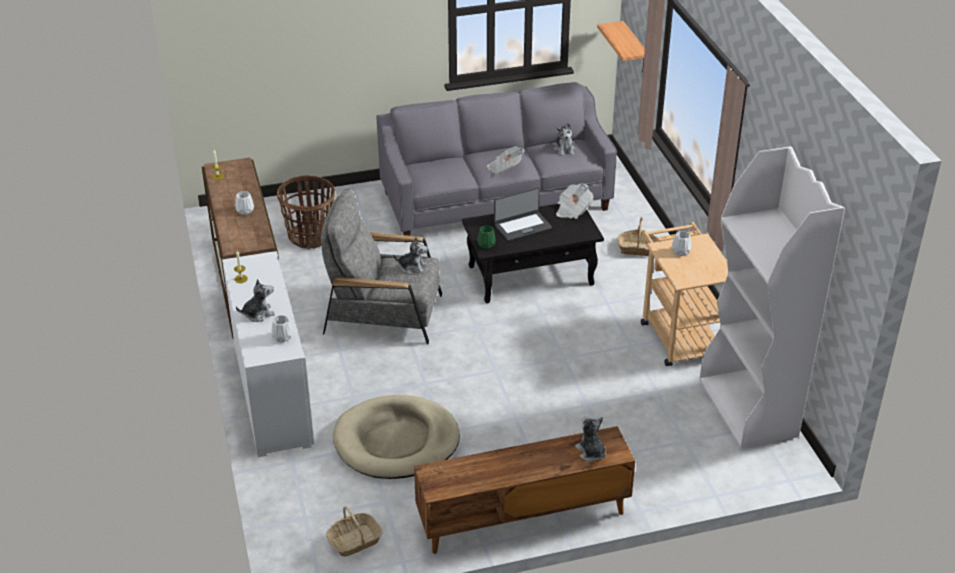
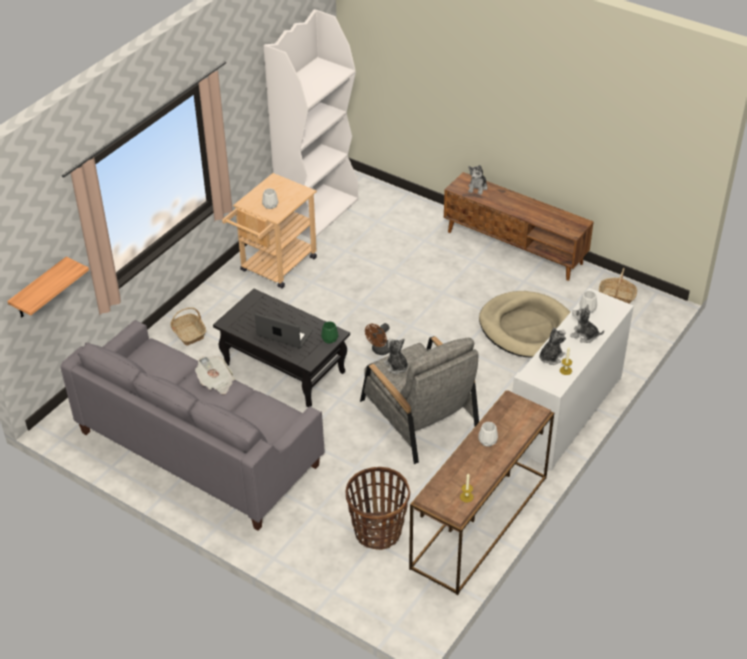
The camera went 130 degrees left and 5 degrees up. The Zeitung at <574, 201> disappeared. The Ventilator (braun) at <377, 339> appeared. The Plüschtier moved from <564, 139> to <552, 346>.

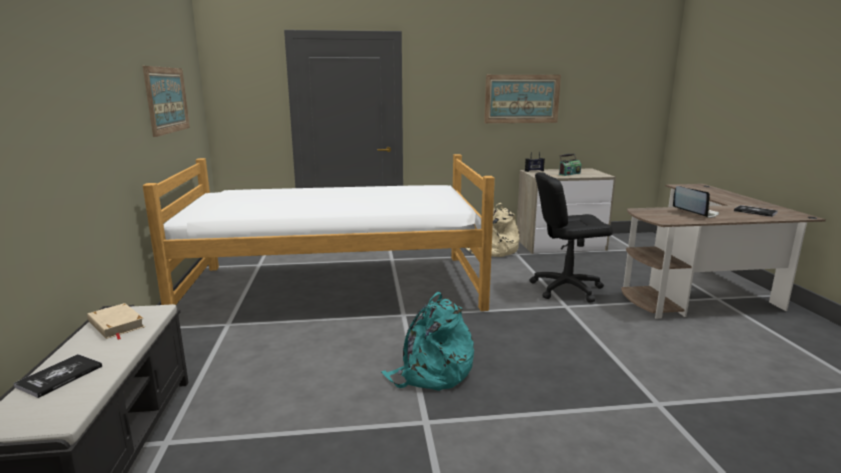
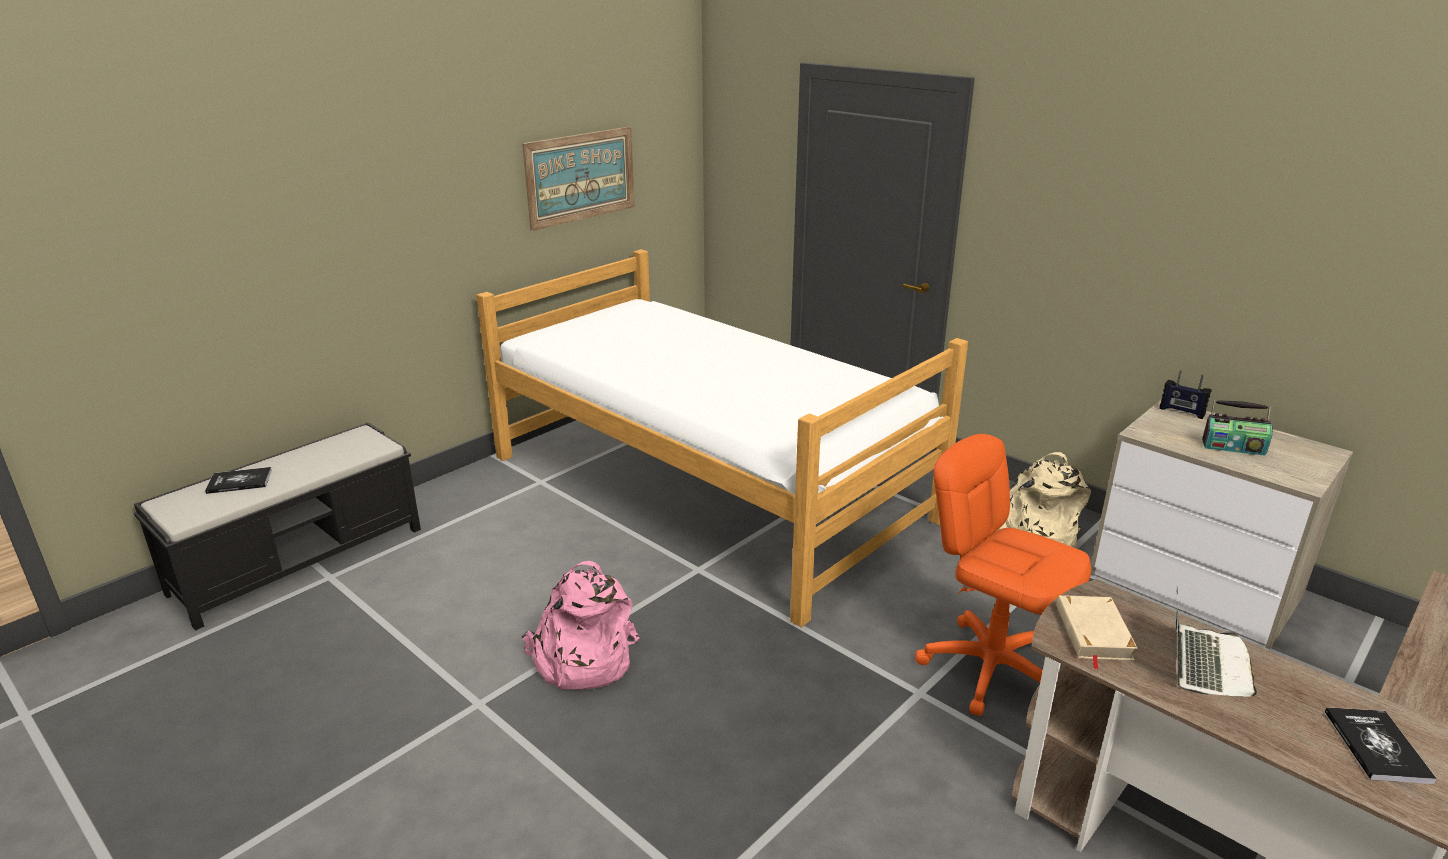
The camera went 50 degrees right and 10 degrees up. The Bild at <522, 99> disappeared. The Buch (beige) moved from <116, 321> to <1097, 632>. The Rucksack (türkis) at <427, 341> became the Rucksack (rosa) at <581, 625>. The Bürostuhl (schwarz) at <571, 237> became the Bürostuhl (orange) at <1003, 575>.

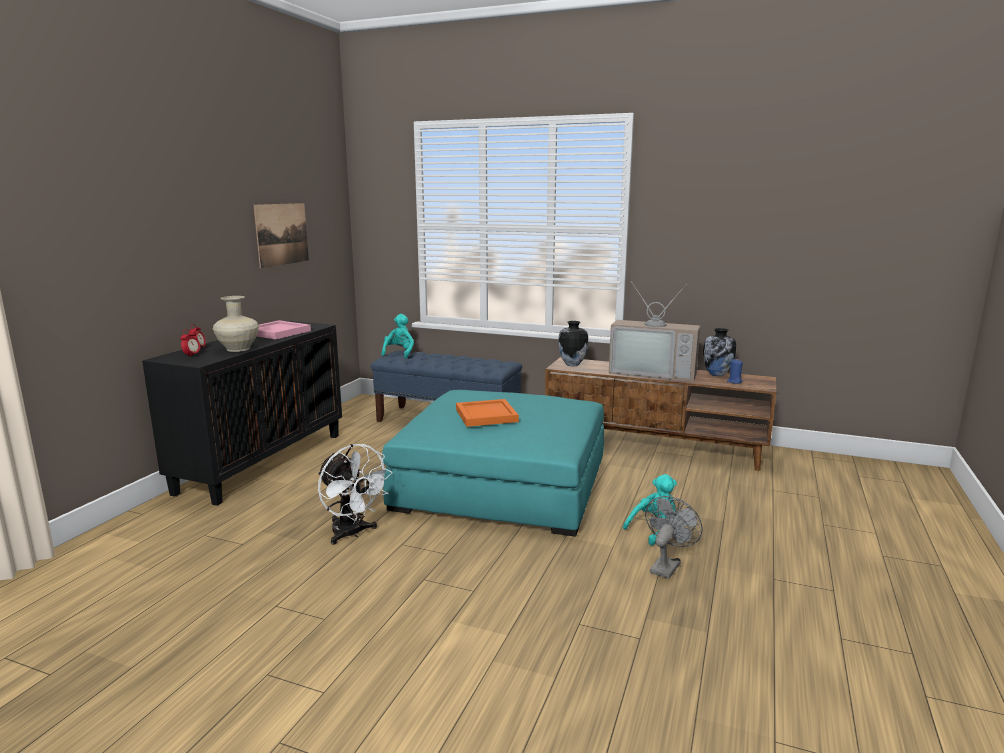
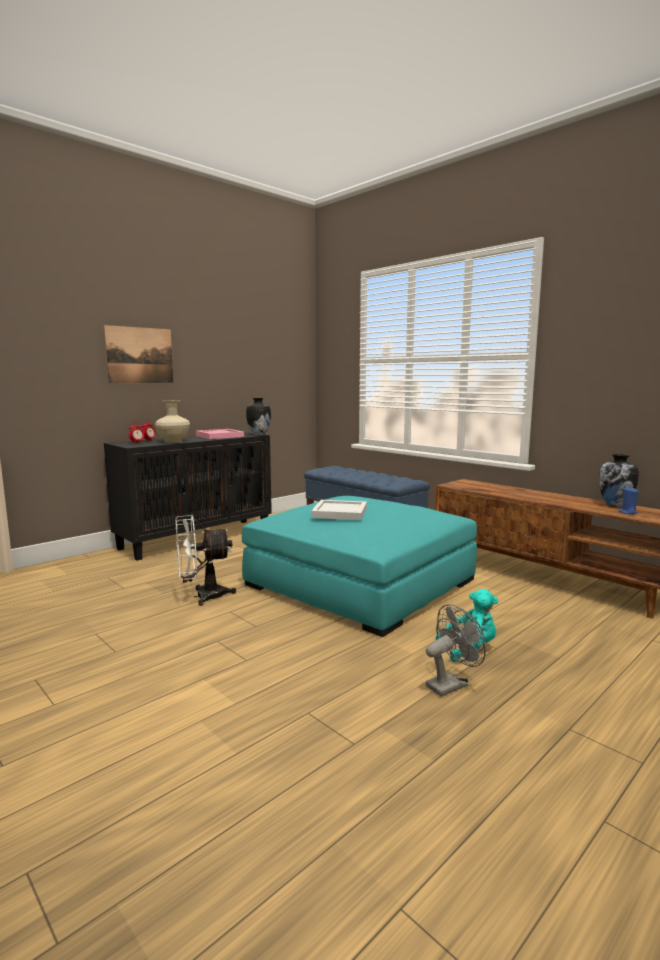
The camera went 25 degrees right and 5 degrees down. The Plüschtier (türkis) at <397, 336> disappeared. The Fernseher at <655, 331> disappeared. The Bild moved from <281, 235> to <138, 354>. The Vase moved from <573, 343> to <258, 416>. The Tablett (orange) at <487, 413> became the Tablett (weiß) at <339, 510>. The Ventilator (weiß) at <355, 494> turned 90 degrees clockwise.

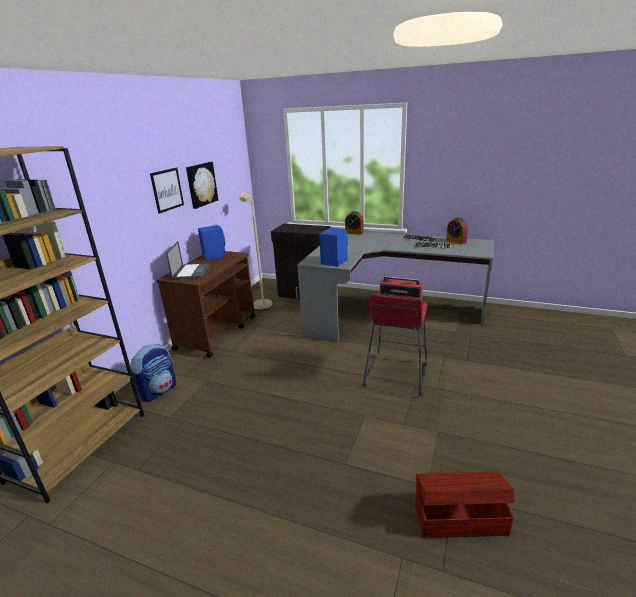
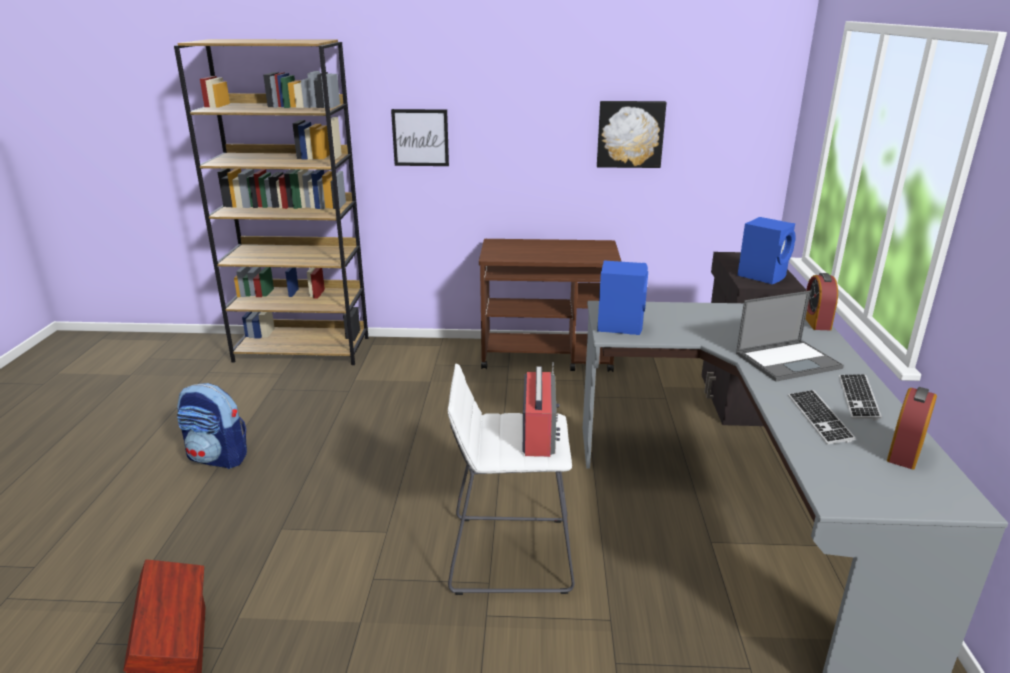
The camera went 70 degrees right and 0 degrees up. The Stehlampe (beige) at <255, 251> disappeared. The Rucksack moved from <153, 373> to <212, 426>. The Bild moved from <167, 191> to <420, 137>. The Laptop moved from <188, 260> to <790, 336>. The Lautsprecher (blau) moved from <212, 242> to <766, 250>. The Hocker (rot) at <395, 344> became the Hocker (weiß) at <511, 479>.

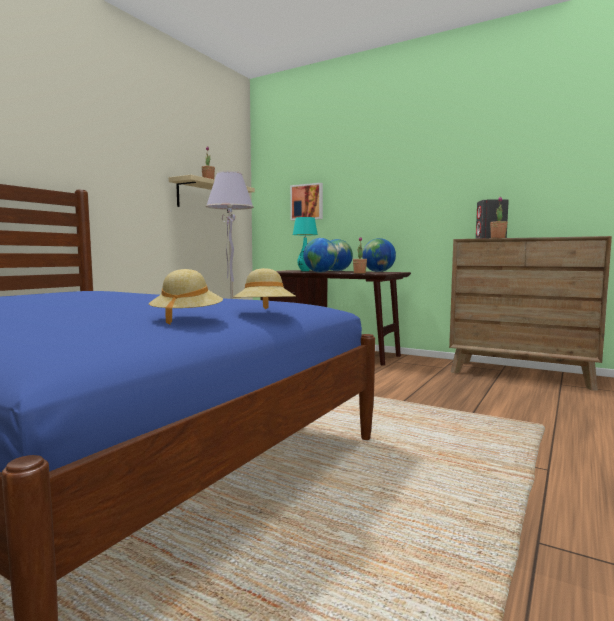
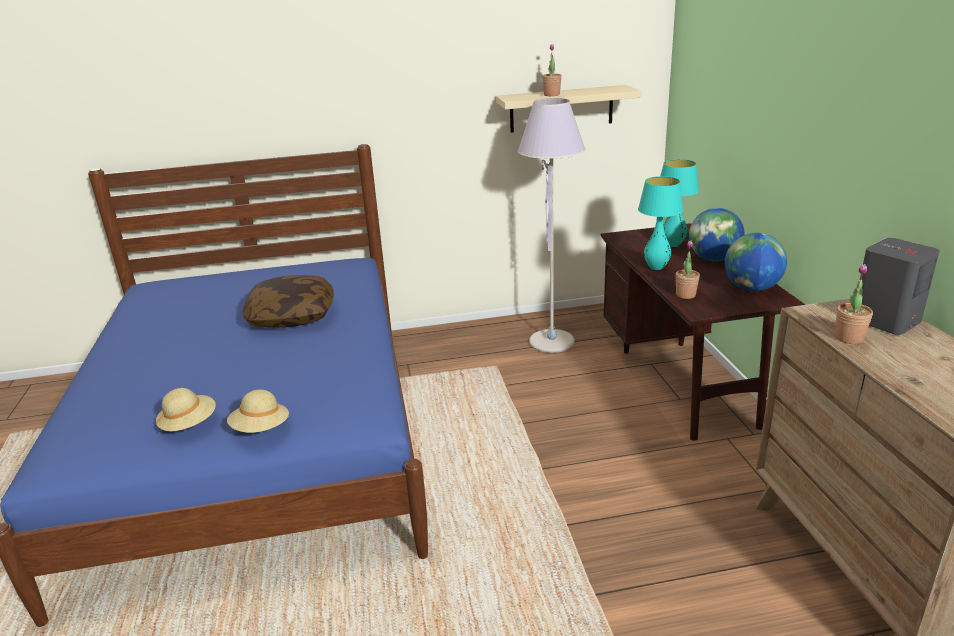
The camera went 50 degrees right and 20 degrees up. The Bild at <306, 201> disappeared. The Kissen at <288, 301> appeared. The Globus at <320, 255> was replaced by the Tischlampe (türkis) at <660, 223>.

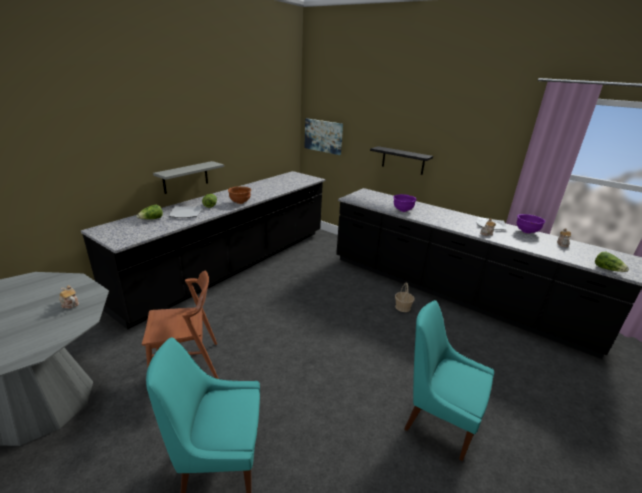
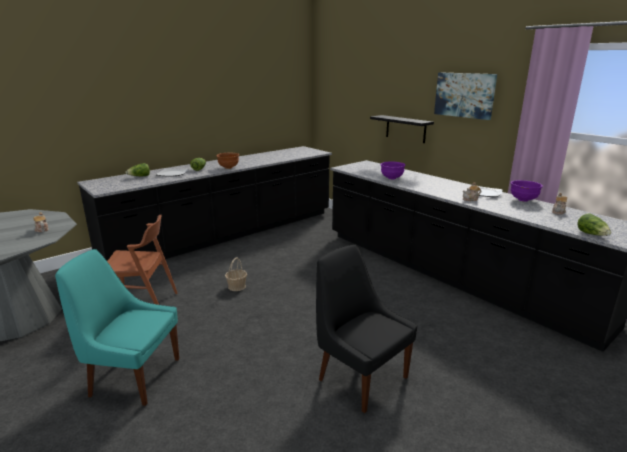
The camera went 15 degrees right and 5 degrees down. The Wandregal (grau) at <188, 177> disappeared. The Bild moved from <323, 136> to <465, 96>. The Korb moved from <405, 297> to <236, 274>. The Stuhl (türkis) at <449, 380> became the Stuhl (schwarz) at <366, 329>.

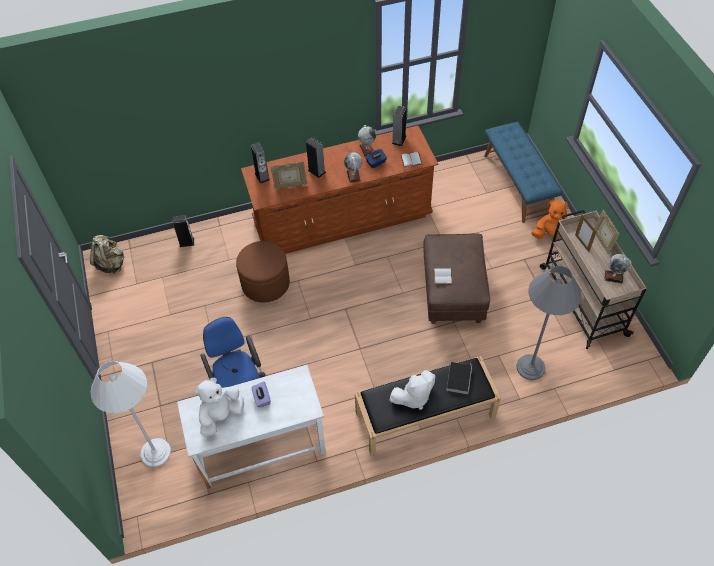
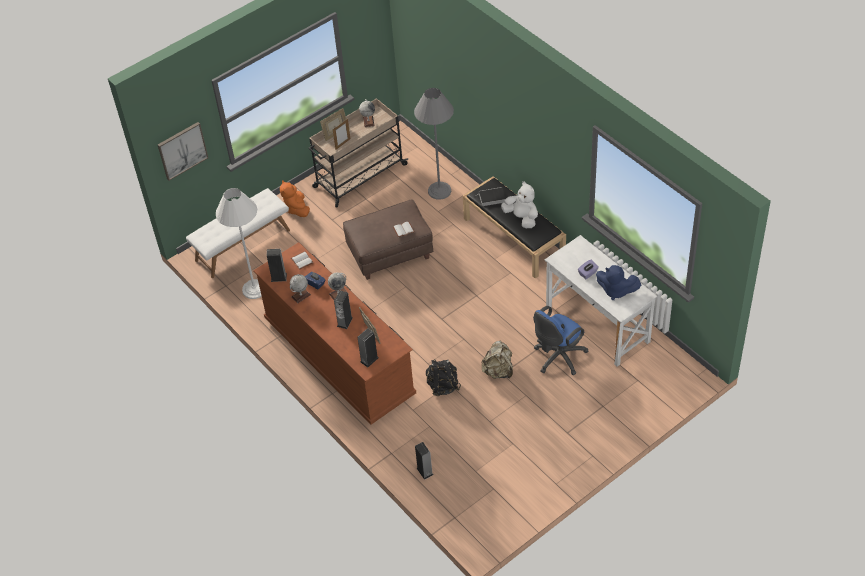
The camera went 110 degrees left and 5 degrees down. The Bild at <183, 151> appeared. The Rucksack (beige) moved from <107, 254> to <497, 360>. The Stehlampe (weiß) moved from <130, 414> to <239, 243>. The Polsterhocker (braun) at <263, 272> was replaced by the Rucksack (schwarz) at <443, 377>. The Plüschtier (weiß) at <219, 407> became the Plüschtier (blau) at <618, 282>. The Bank (blau) at <523, 172> became the Bank (weiß) at <238, 233>.

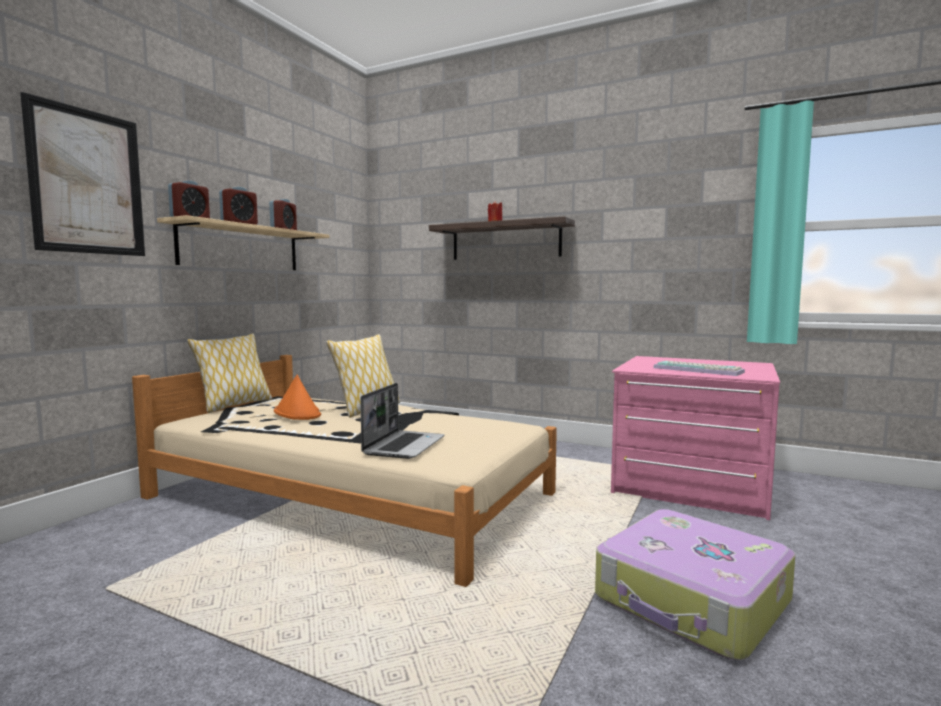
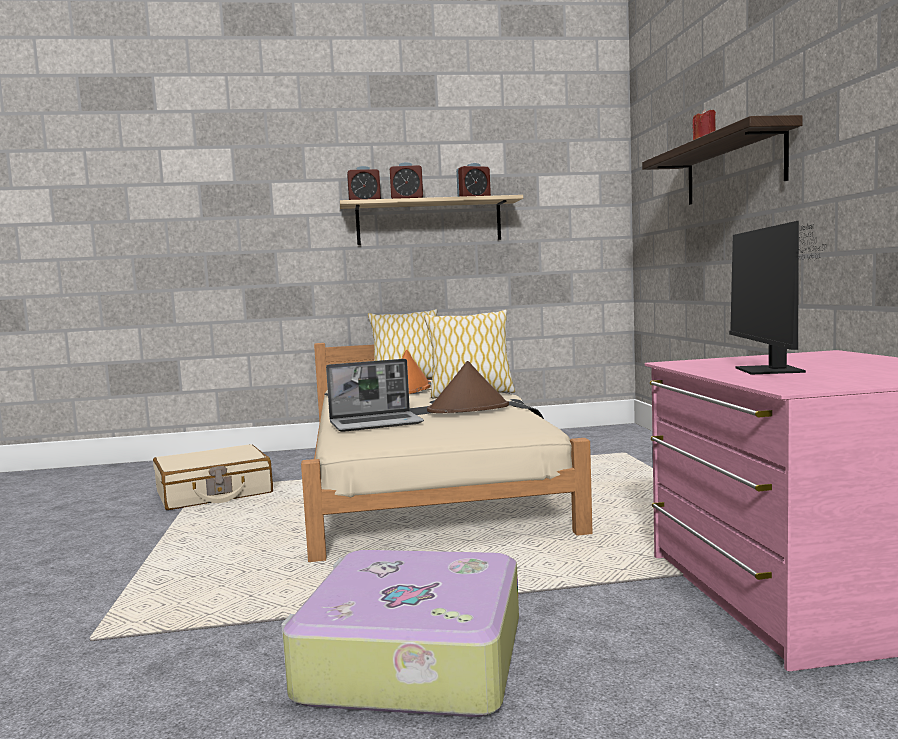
The camera went 55 degrees right and 0 degrees up. The Bild at <82, 174> disappeared. The Koffer (beige) at <213, 477> appeared. The Hut (braun) at <468, 387> appeared. The Tastatur at <699, 368> was replaced by the Monitor at <777, 298>.

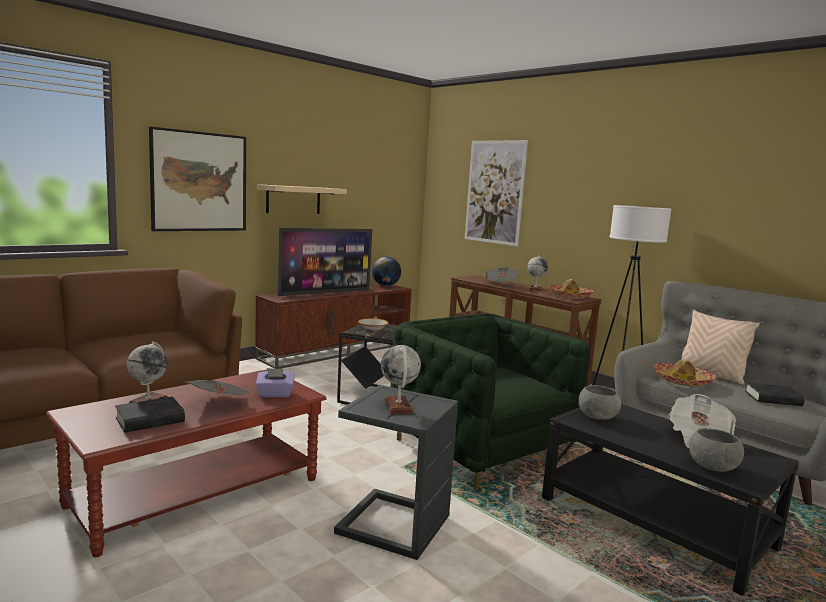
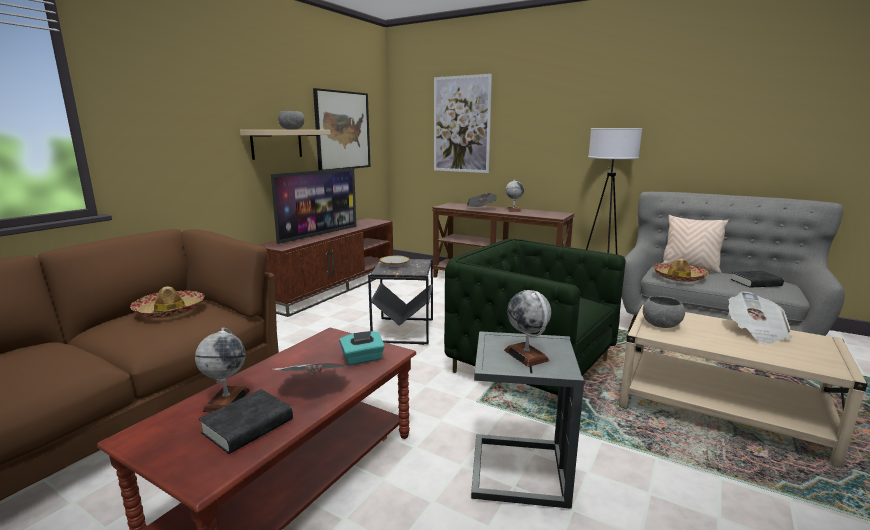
The camera went 15 degrees left and 5 degrees up. The Globus at <386, 271> disappeared. The Bild moved from <197, 179> to <342, 129>. The Hut moved from <571, 289> to <167, 302>. The Schüssel (grau) moved from <716, 450> to <291, 120>. The Taschentuchbox (lila) at <275, 382> became the Taschentuchbox (türkis) at <362, 348>. The Couchtisch (schwarz) at <670, 500> became the Couchtisch (beige) at <743, 386>.

